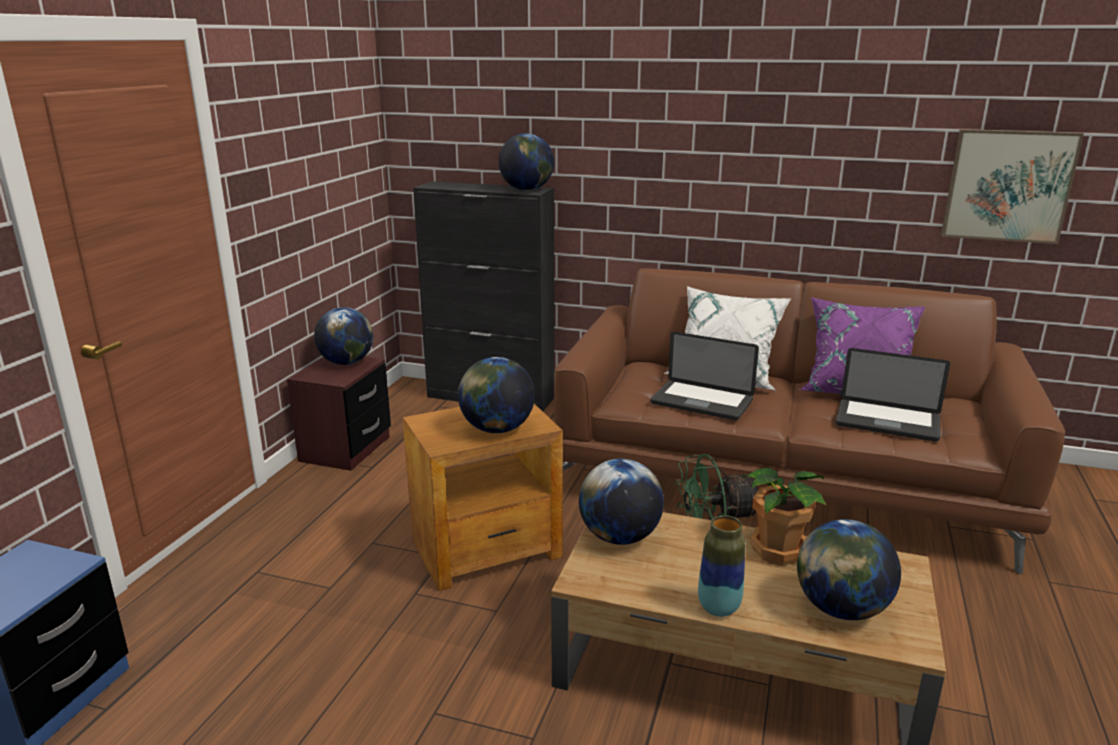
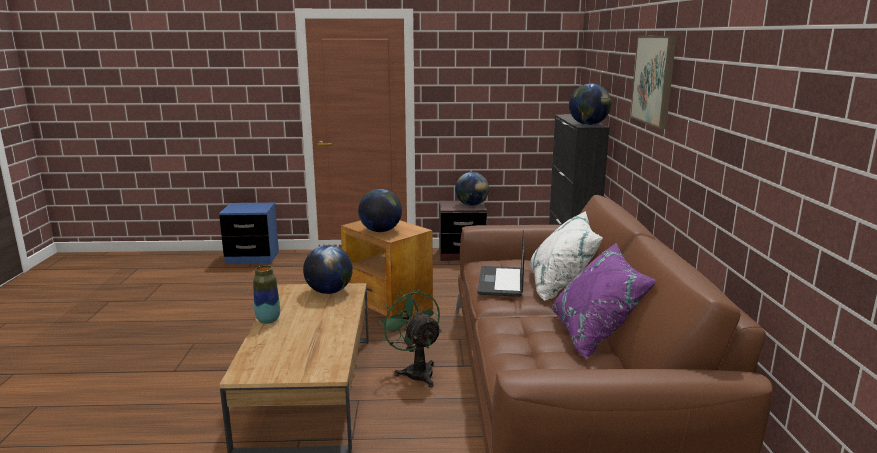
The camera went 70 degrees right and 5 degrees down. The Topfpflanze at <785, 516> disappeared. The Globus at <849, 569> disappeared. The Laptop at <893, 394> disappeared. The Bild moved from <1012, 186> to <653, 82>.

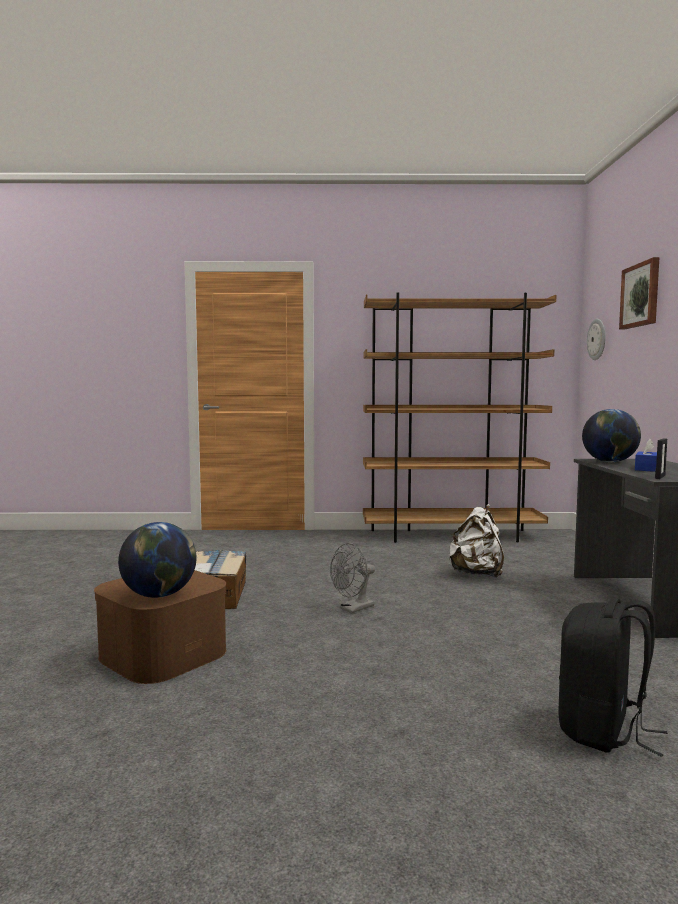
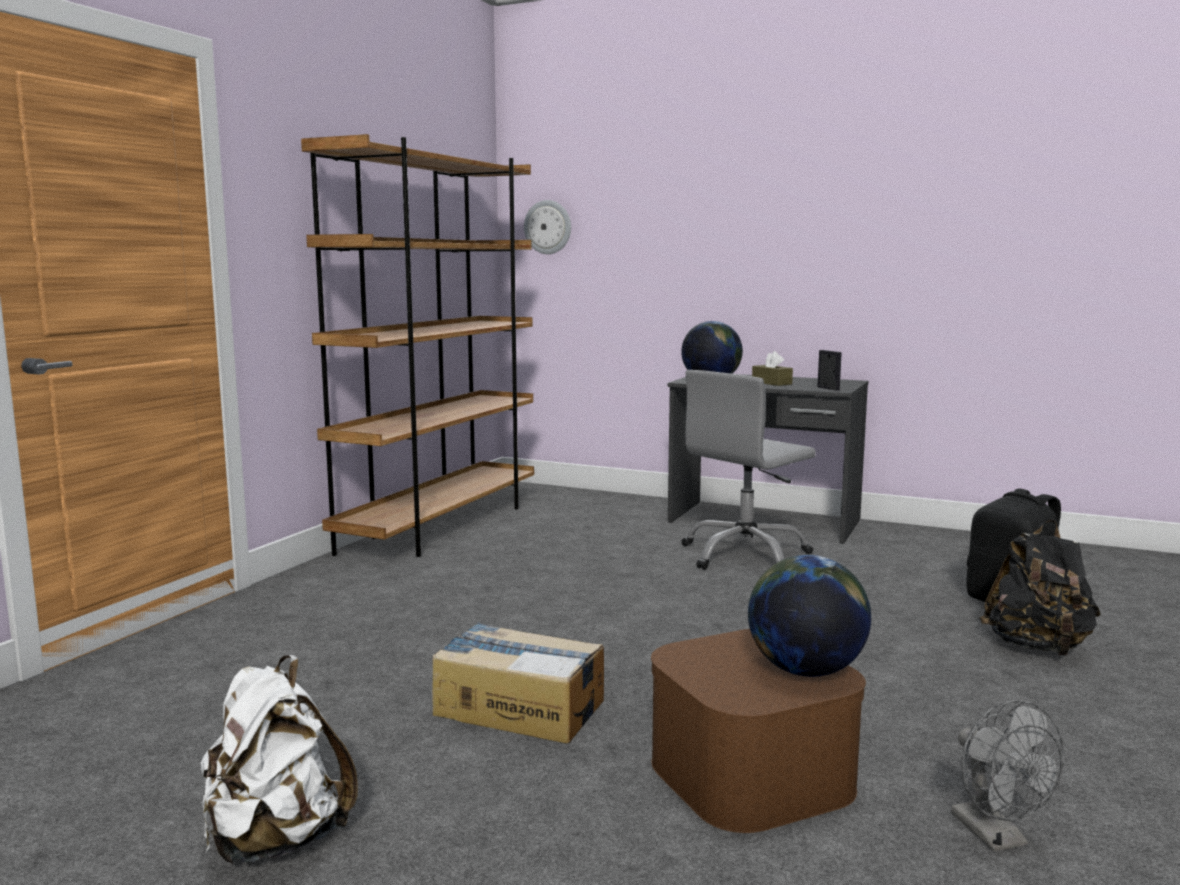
The camera went 65 degrees left and 5 degrees up. The Bild at <639, 293> disappeared. The Bürostuhl (grau) at <749, 470> appeared. The Rucksack (schwarz) at <1040, 588> appeared. The Ventilator (grau) moved from <352, 578> to <1007, 776>. The Rucksack (weiß) moved from <476, 541> to <279, 759>. The Taschentuchbox (blau) at <646, 455> became the Taschentuchbox (braun) at <772, 368>.

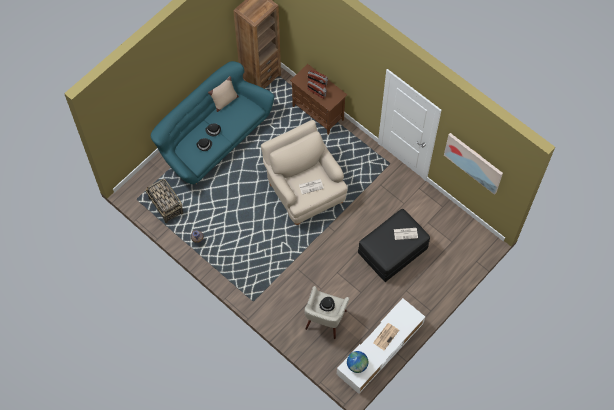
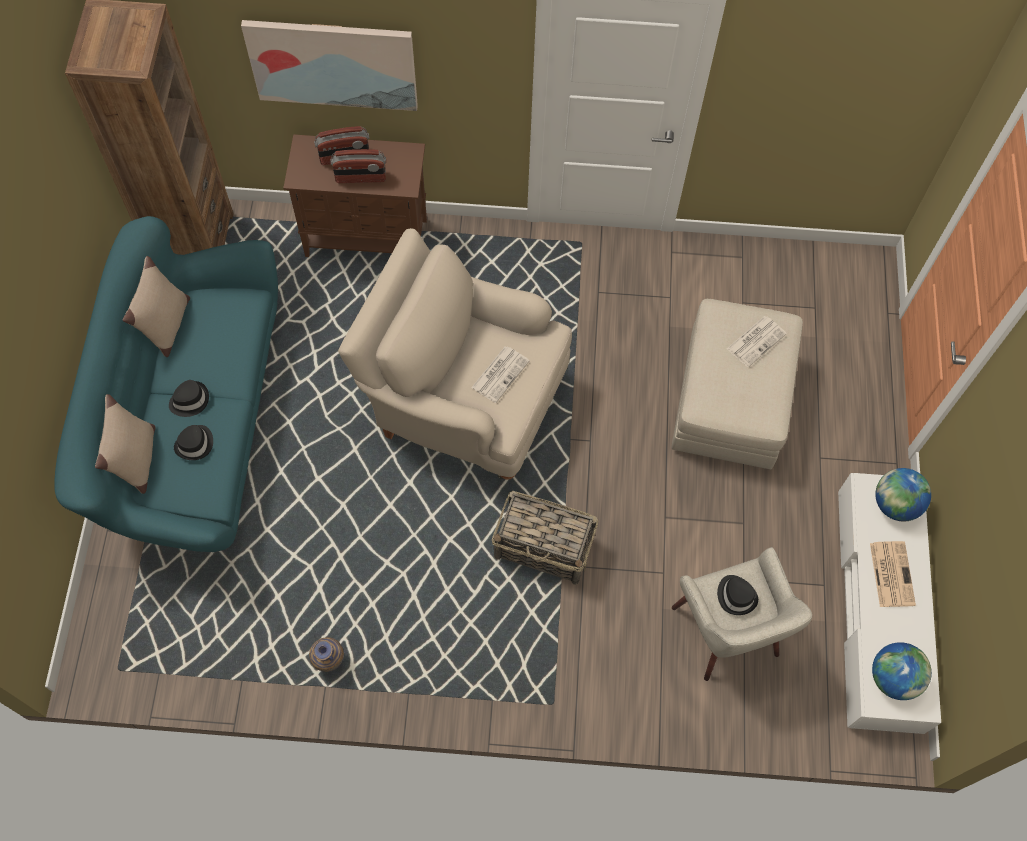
The camera went 40 degrees left and 0 degrees up. The Kissen (beige) at <125, 444> appeared. The Globus at <903, 494> appeared. The Korb moved from <164, 201> to <545, 538>. The Bild moved from <473, 164> to <329, 65>. The Polsterhocker (schwarz) at <394, 245> became the Polsterhocker (beige) at <737, 384>.

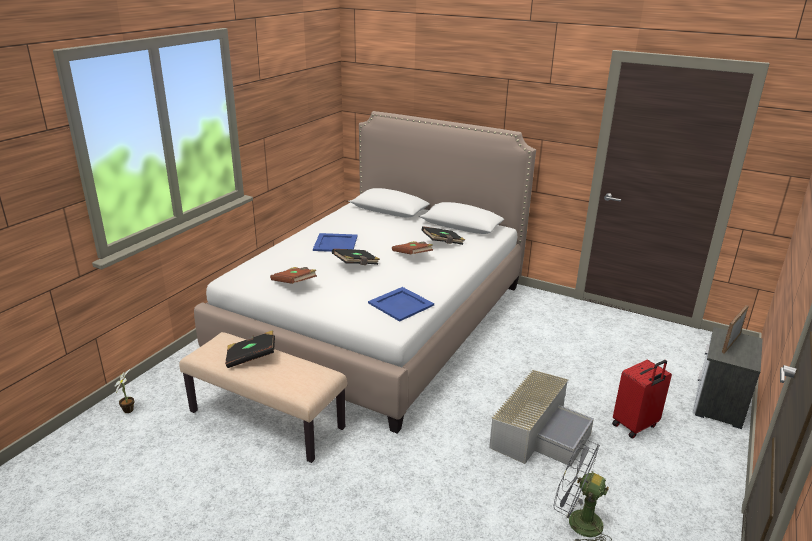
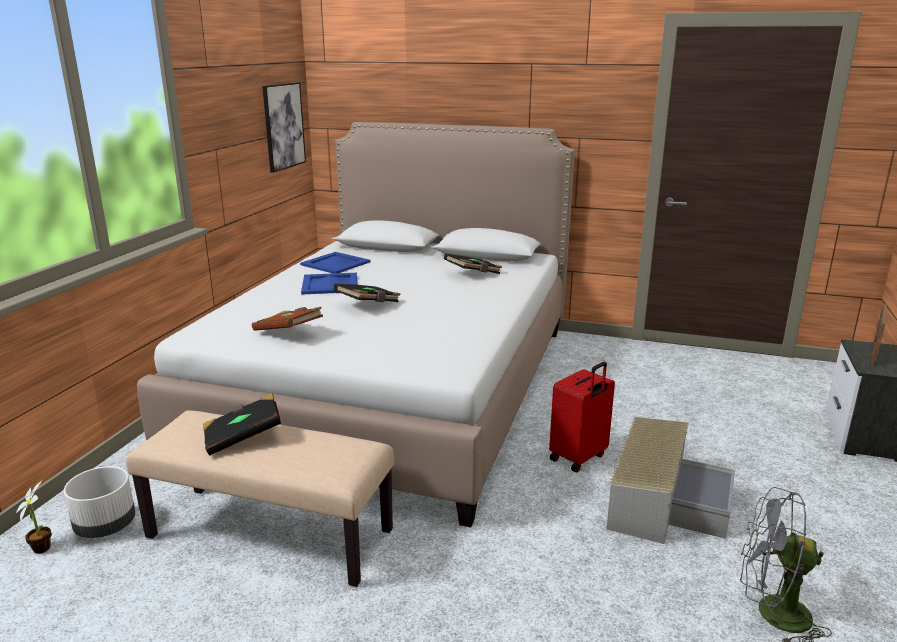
The camera went 10 degrees left and 5 degrees down. The Buch (braun) at <412, 247> disappeared. The Pflanzkübel (weiß) at <99, 502> appeared. The Bild at <284, 127> appeared. The Tablett (blau) moved from <401, 304> to <335, 262>. The Koffer (rot) moved from <642, 399> to <582, 417>.

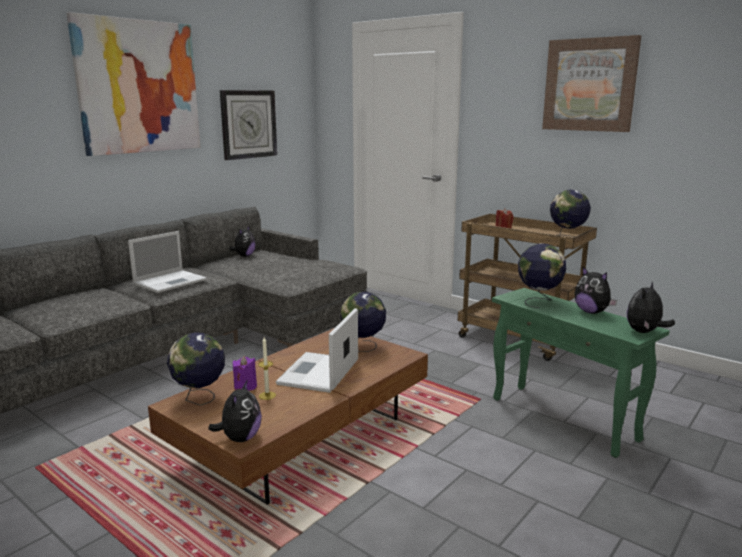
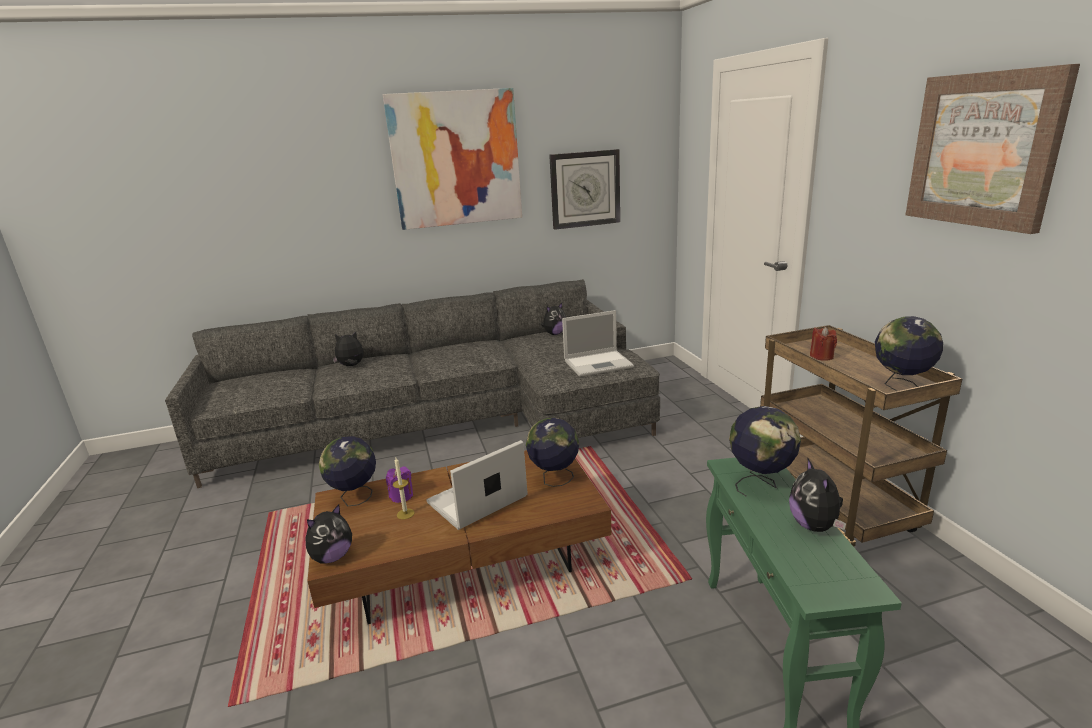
The camera went 35 degrees right and 5 degrees up. The Laptop moved from <167, 262> to <598, 343>. The Plüschtier moved from <651, 307> to <348, 349>.

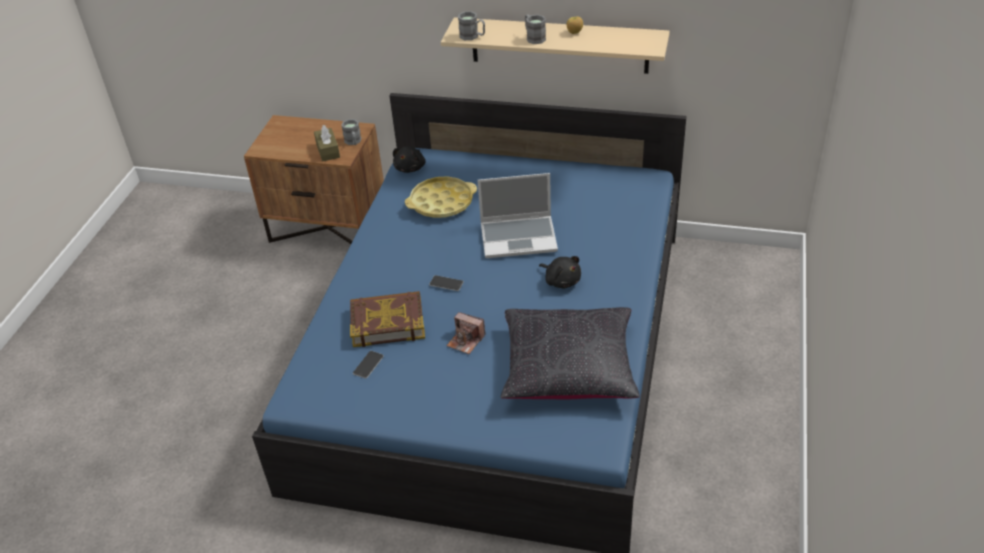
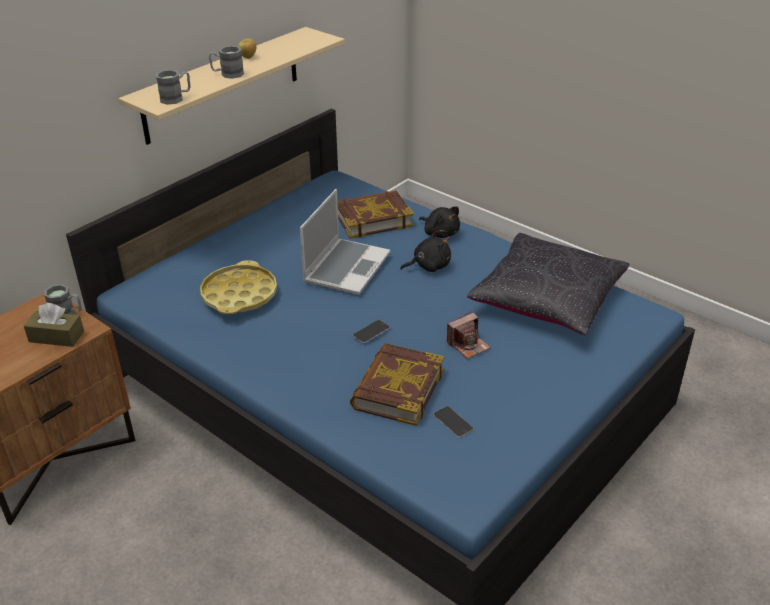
The camera went 65 degrees left and 5 degrees down. The Buch at <375, 215> appeared. The Plüschtier (schwarz) moved from <409, 159> to <439, 222>.

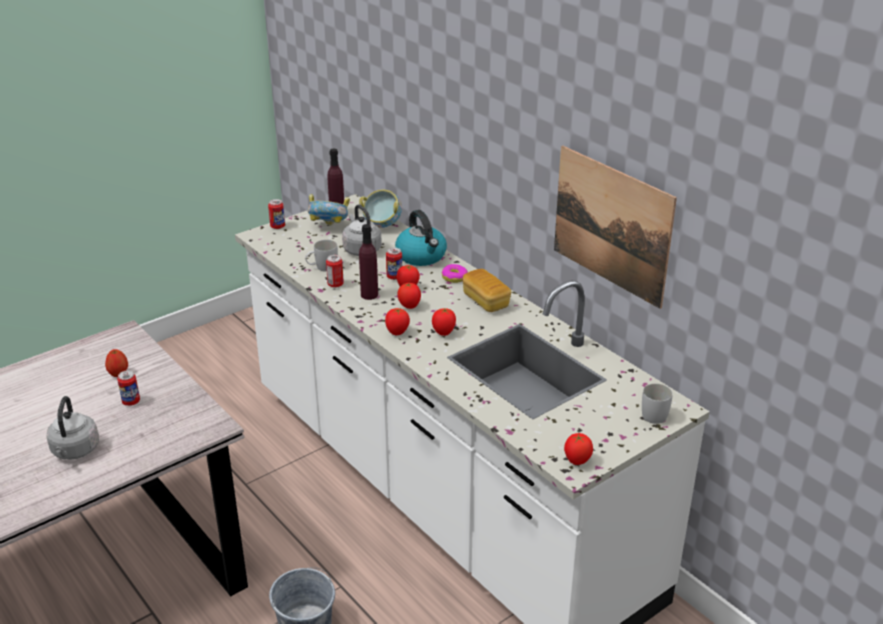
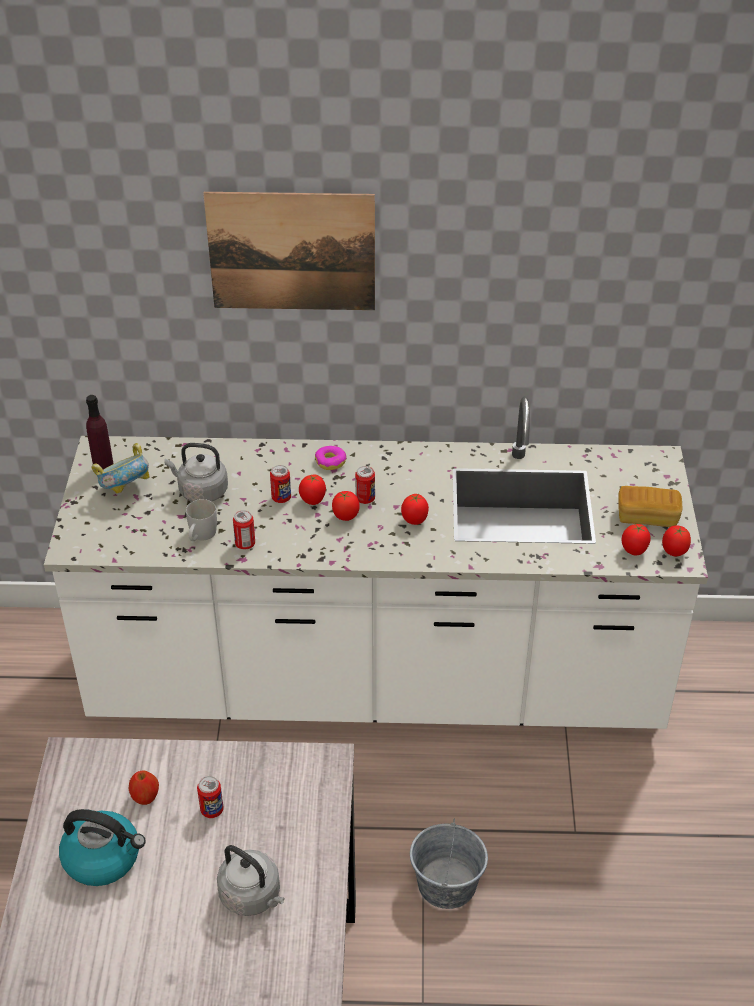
The camera went 50 degrees left and 10 degrees up. The Schüssel at <380, 208> disappeared. The Flasche (lila) at <368, 262> disappeared. The Henkelbecher (weiß) at <657, 403> disappeared. The Dose moved from <276, 214> to <365, 485>. The Tomate moved from <397, 321> to <636, 539>. The Wasserkessel moved from <421, 238> to <102, 847>. The Brot moved from <487, 290> to <650, 506>. The Bild moved from <615, 227> to <289, 251>.

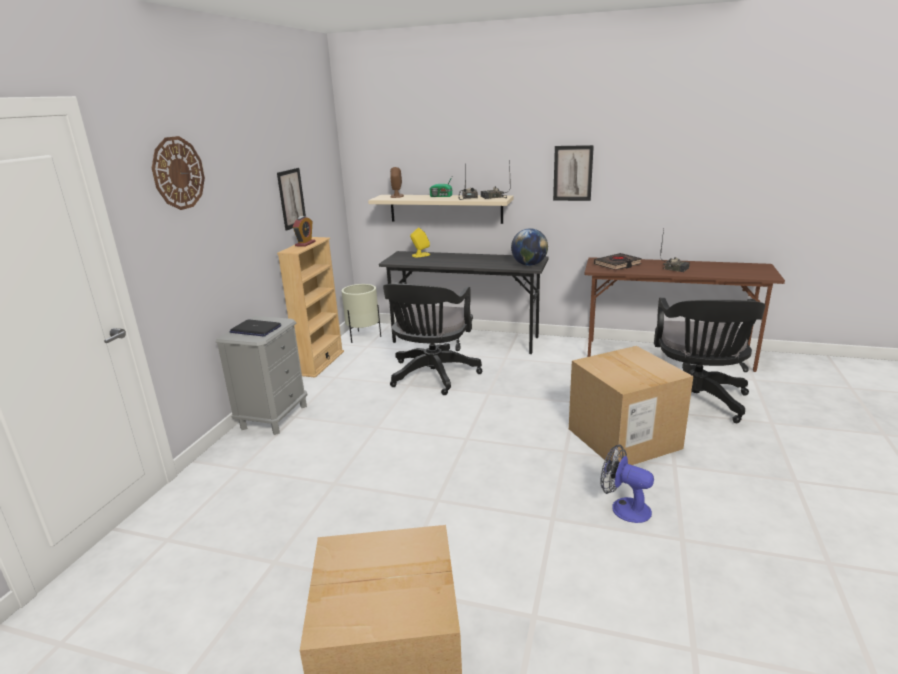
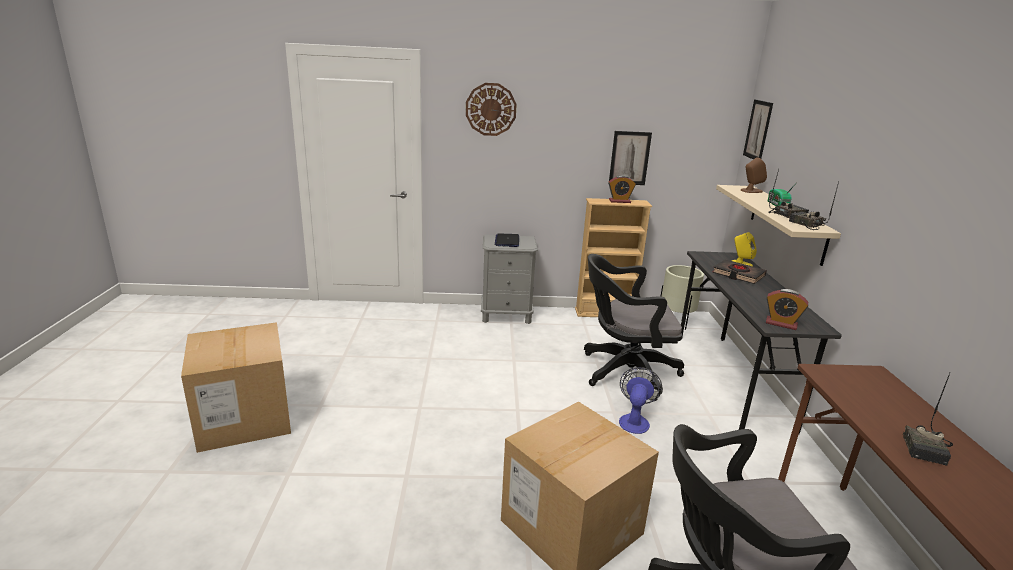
The camera went 70 degrees right and 0 degrees up. The Bild moved from <573, 173> to <758, 129>. The Buch (schwarz) moved from <618, 261> to <739, 271>. The Ventilator moved from <627, 484> to <640, 400>. The Globus at <529, 247> was replaced by the Wecker at <787, 309>.

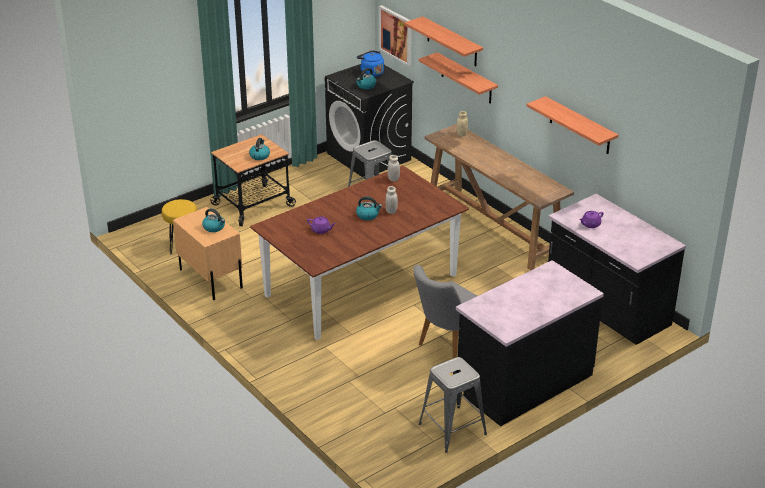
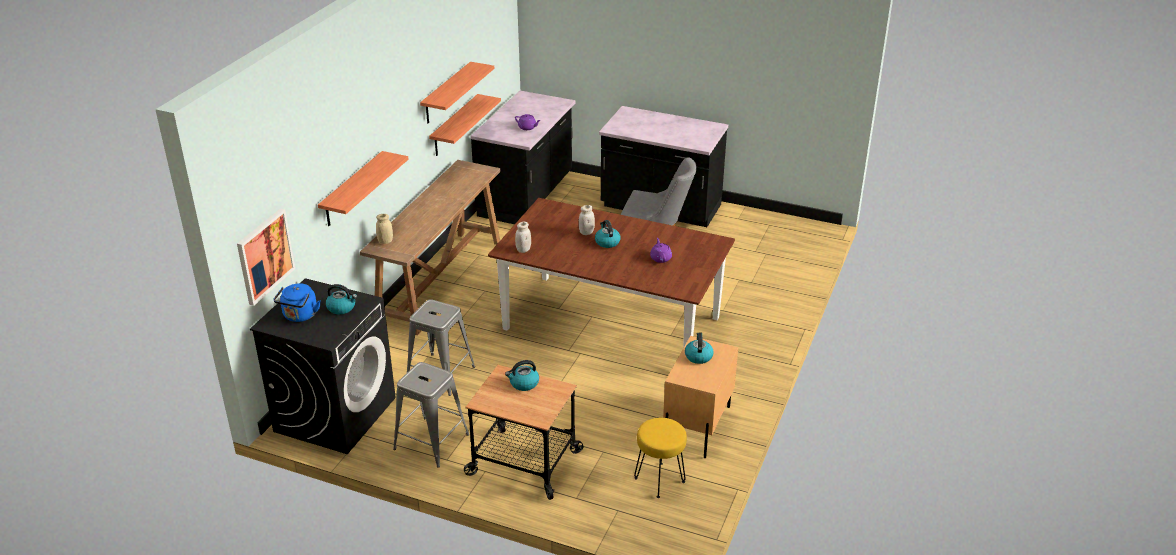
The camera went 120 degrees left and 0 degrees up. The Wandregal moved from <443, 41> to <465, 125>. The Hocker (grau) moved from <453, 405> to <431, 415>.

